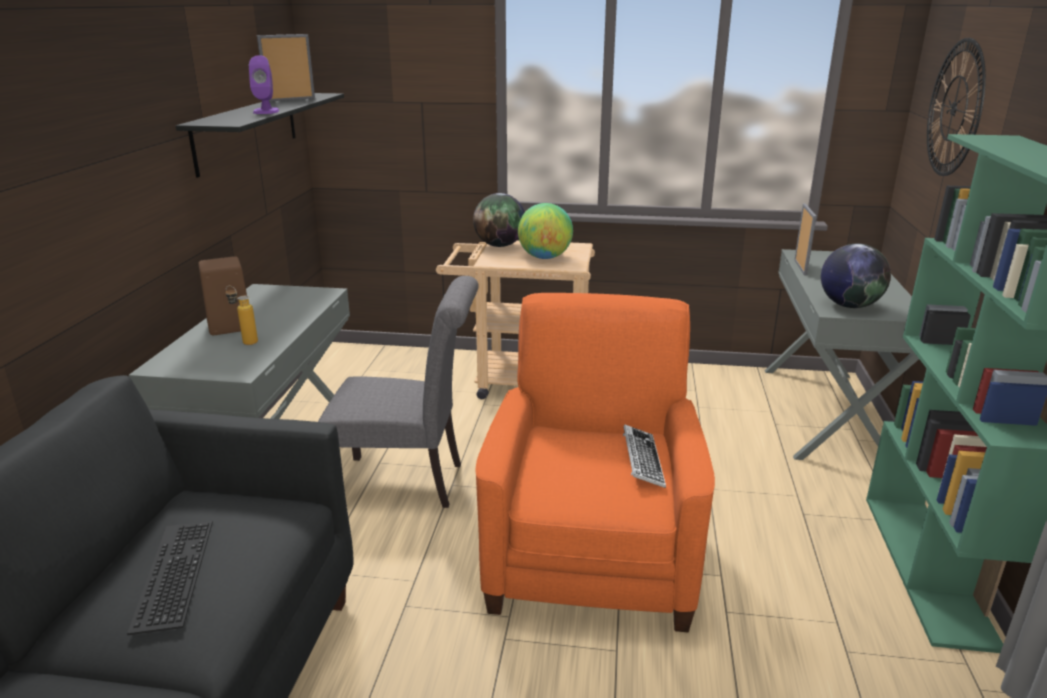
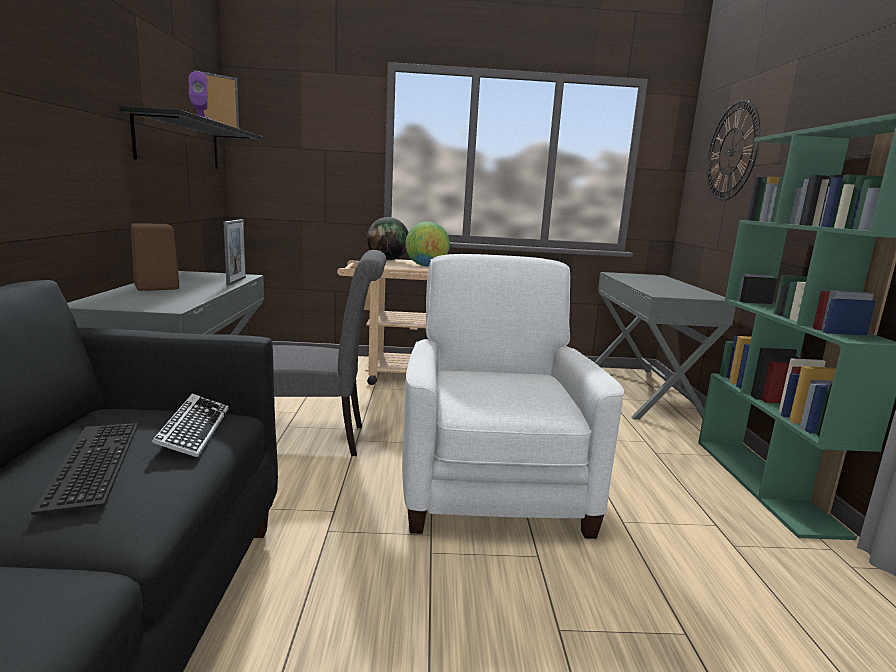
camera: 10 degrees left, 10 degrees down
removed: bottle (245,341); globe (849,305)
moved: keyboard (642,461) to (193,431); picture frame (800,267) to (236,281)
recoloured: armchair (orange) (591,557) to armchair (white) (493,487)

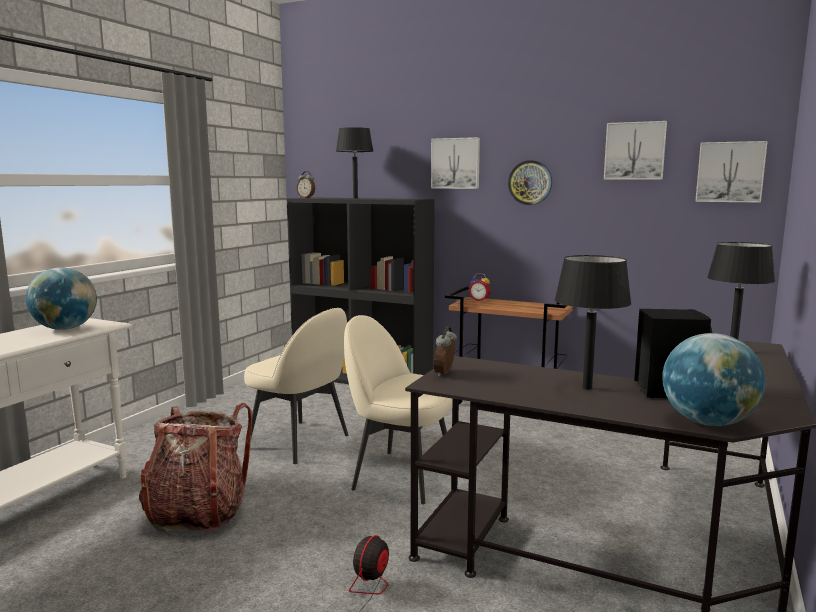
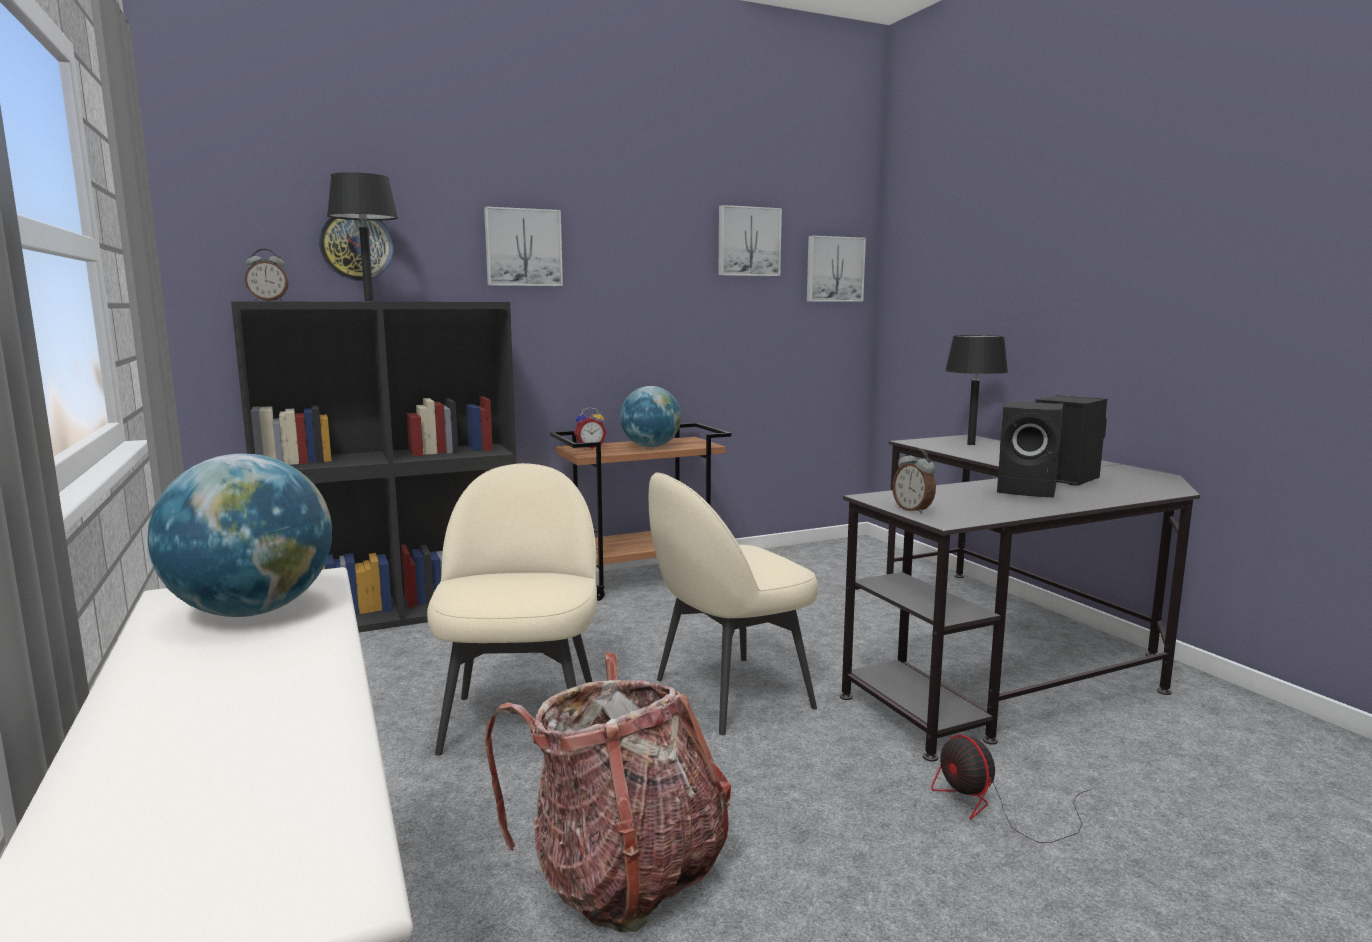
camera: 50 degrees left, 0 degrees up
moved: wall clock (530,182) to (356,245); globe (708,422) to (651,446)
replaced: table lamp (black) (587,388) to speaker (black) (1029,490)
turned: chair (beige) (300,442) = (522,720) 75 degrees counterclockwise

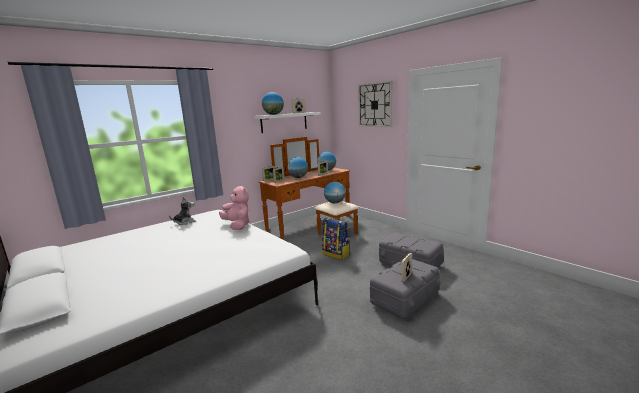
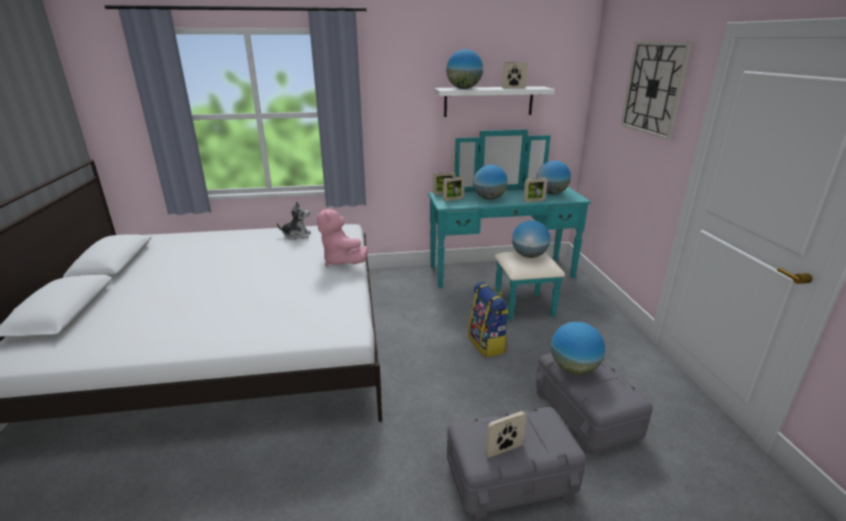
camera: 30 degrees right, 10 degrees up
added: globe (573,368)
recoloured: dresser (brown) (315,225) to dresser (turquoise) (506,279)
turned: plush toy (pink) (237,225) = (341,261) 150 degrees clockwise

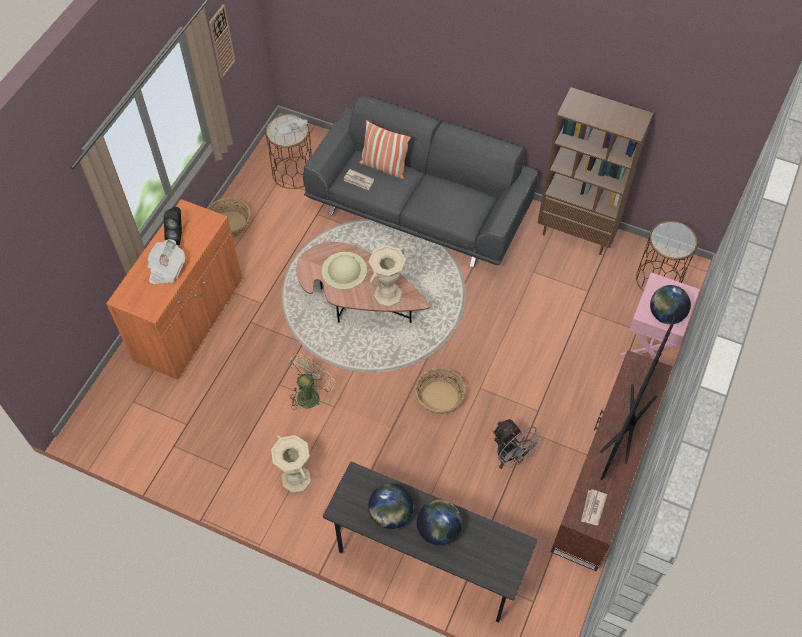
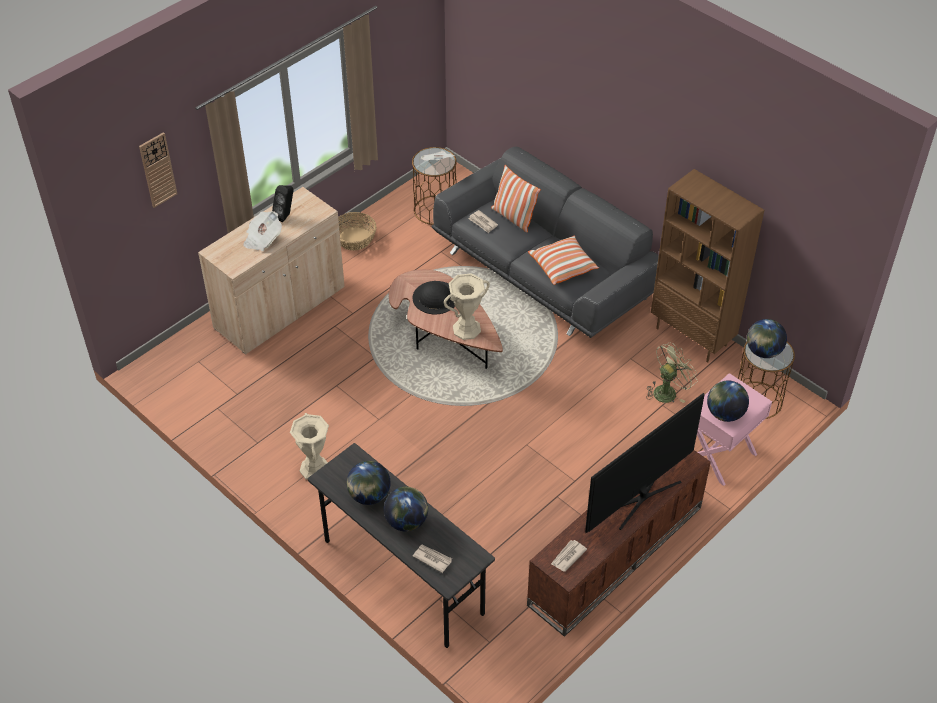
camera: 20 degrees right, 10 degrees down
removed: basket (439,398); fan (grey) (510,457)
added: newspaper (432,558); pillow (563,267); globe (763,351)
moved: wall clock (221,41) to (157,170); fan (green) (310,393) to (668,391)
recoloured: cabinet (orange) (189,320) to cabinet (beige) (280,308); hat (beige) (344,270) to hat (black) (435,297)

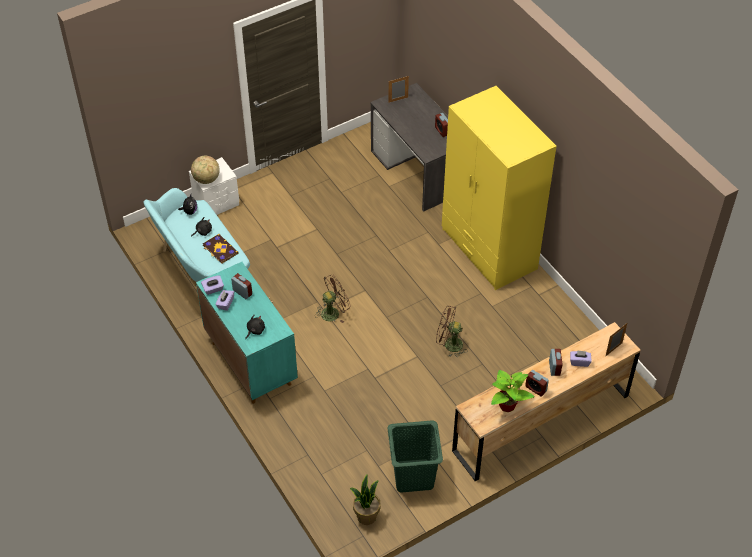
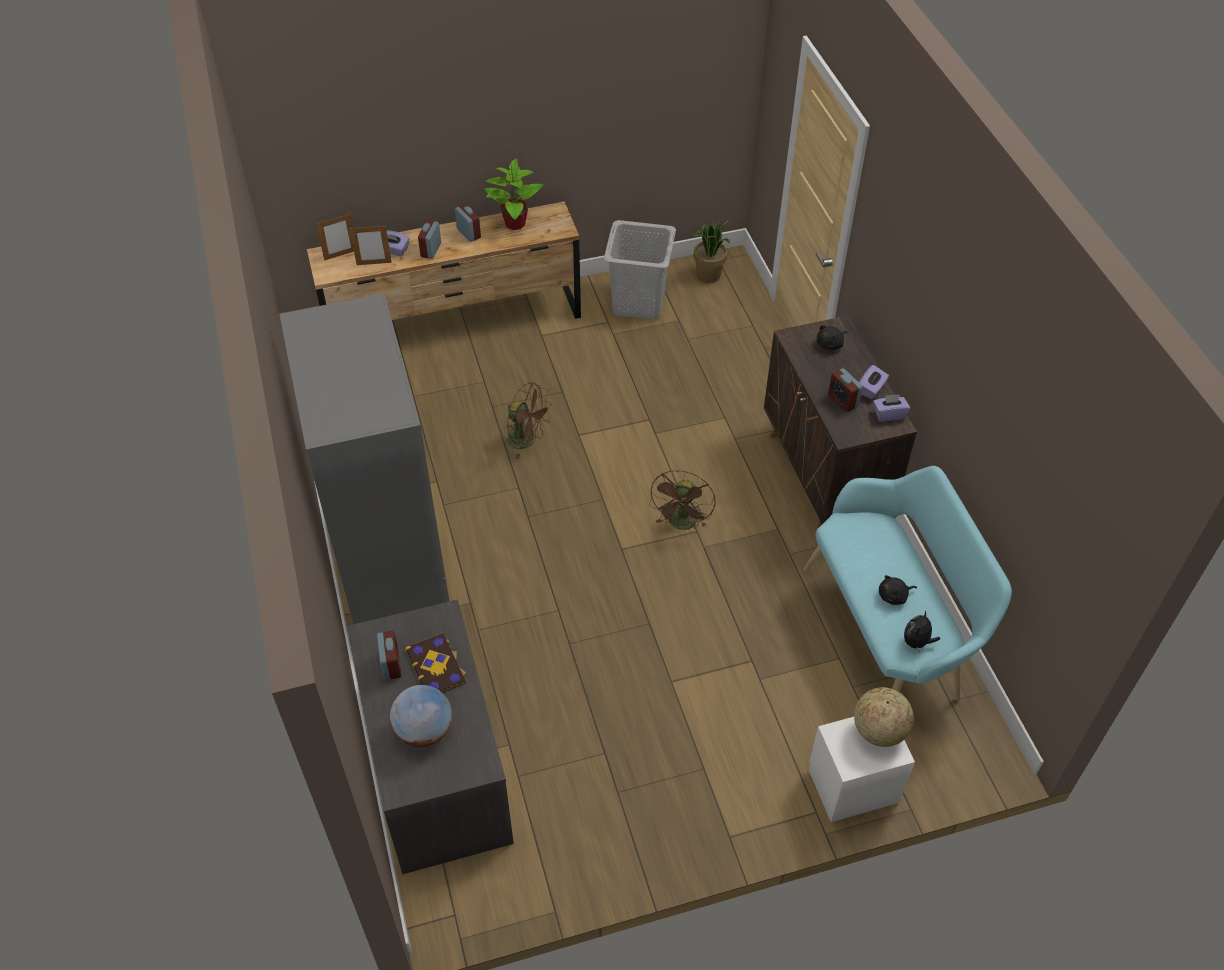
camera: 165 degrees left, 0 degrees up
added: globe (424,731)
moved: book (220,249) to (436,666); picture frame (398,100) to (374,263)
recoloured: cabinet (turquoise) (250,363) to cabinet (brown) (824,476); laundry basket (green) (413,475) to laundry basket (grey) (639,303); wardrobe (yellow) (488,249) to wardrobe (grey) (393,573)
turned: fan (brown) (333,312) = (682,524) 60 degrees counterclockwise

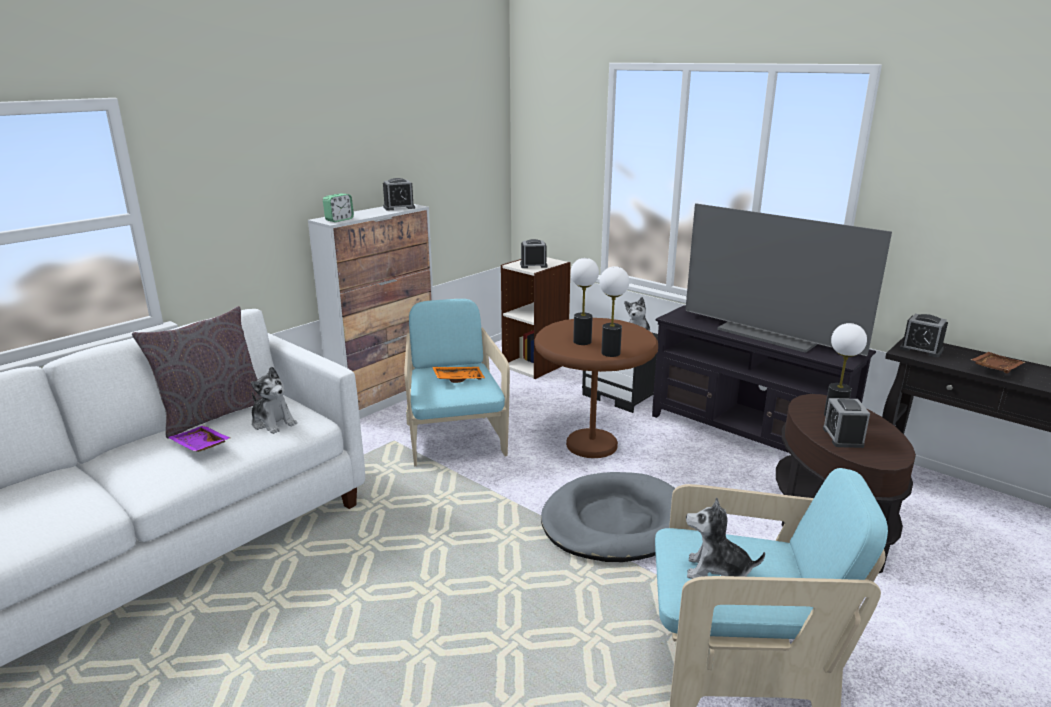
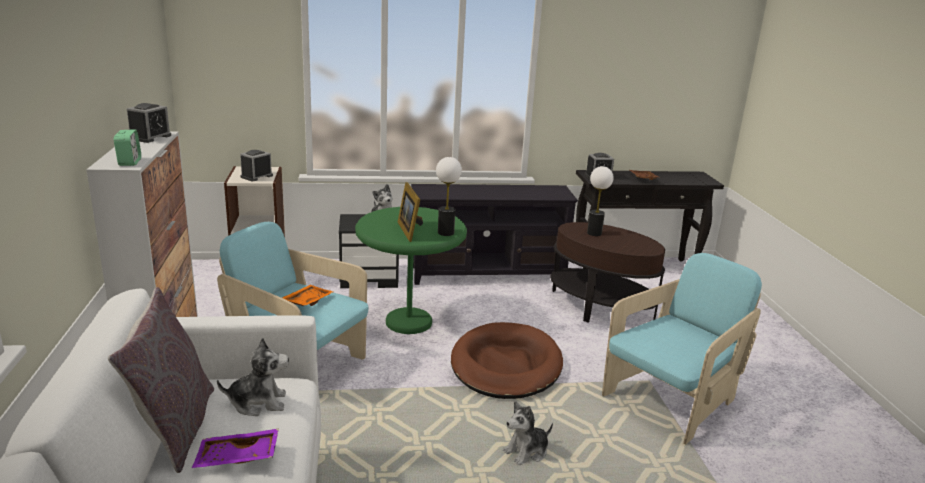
camera: 50 degrees left, 0 degrees up
removed: television (771,334); alarm clock (843,437)
moved: plush toy (717,572) to (527,452)
replaced: table lamp (582,342) to picture frame (410,231)
recoloured: side table (brown) (592,445) to side table (green) (409,322); dog bed (grey) (614,522) to dog bed (brown) (506,365)

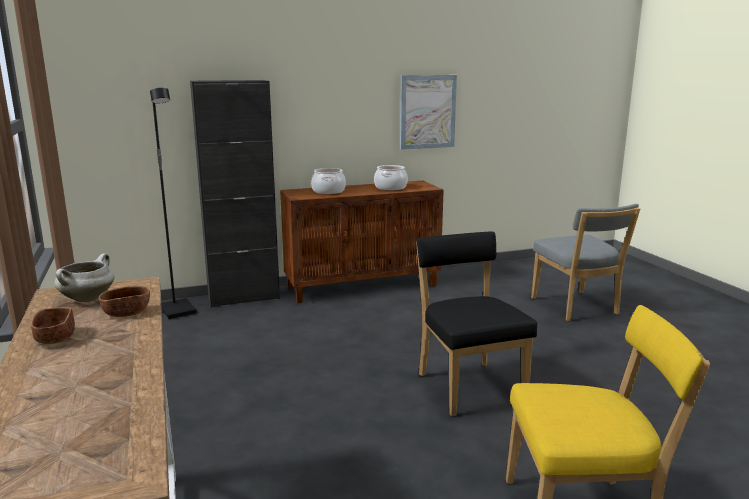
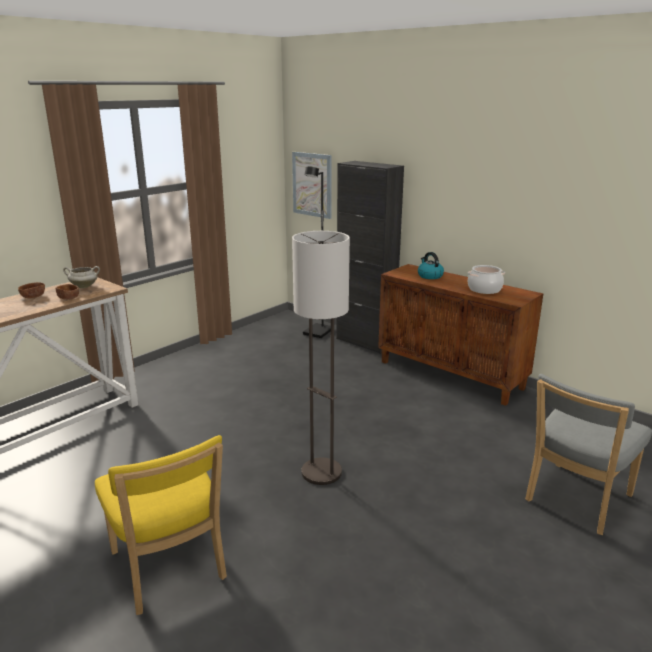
camera: 60 degrees right, 5 degrees up
moved: picture (427,112) to (312,184)
replaced: cooking pot (328,191) to kettle (429,276); chair (black) (468,385) to floor lamp (322,472)

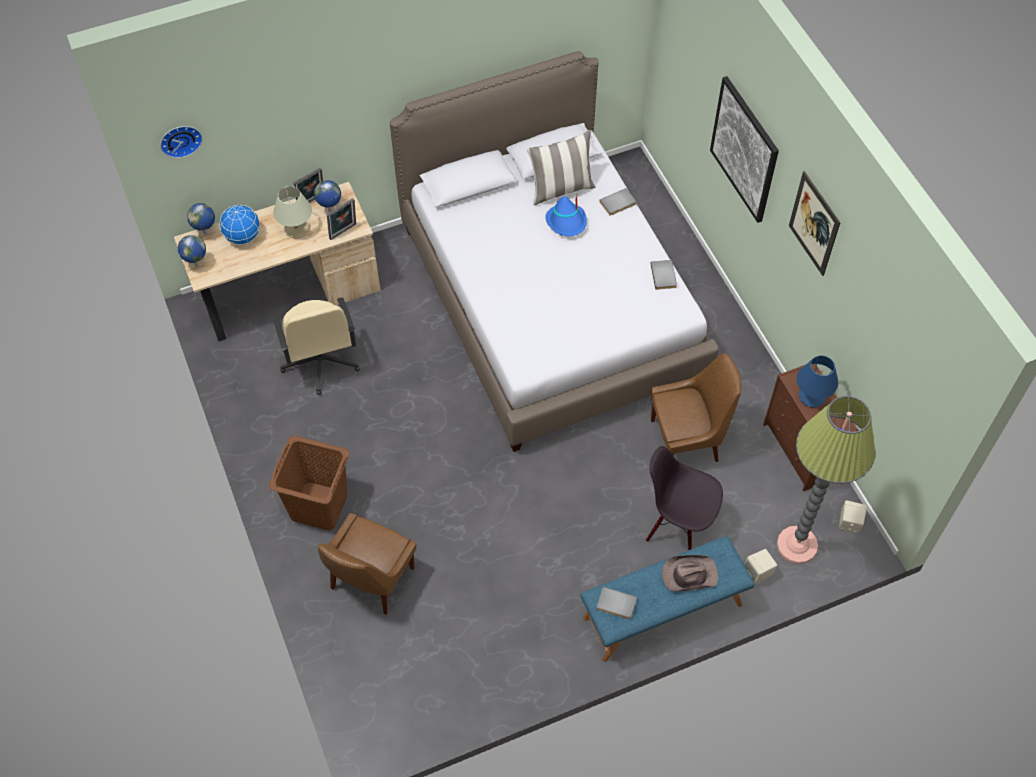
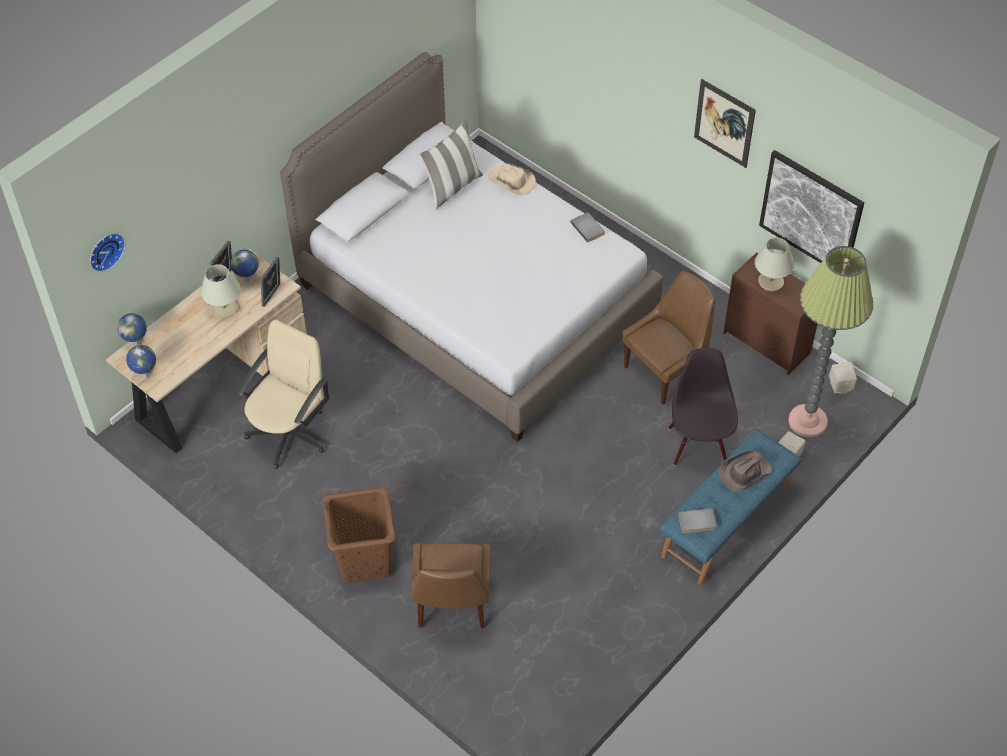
camera: 25 degrees left, 5 degrees down
removed: globe (242,237); hat (blue) (567,222)
moved: picture (744,149) to (811,213)
replaced: book (grey) (618,203) to hat (beige) (511,181)
recoloured: table lamp (blue) (811,396) to table lamp (beige) (770,282)
turned: office chair (beige) (320,362) = (289,434) 105 degrees counterclockwise; chair (black) (678,525) = (698,446) 90 degrees clockwise

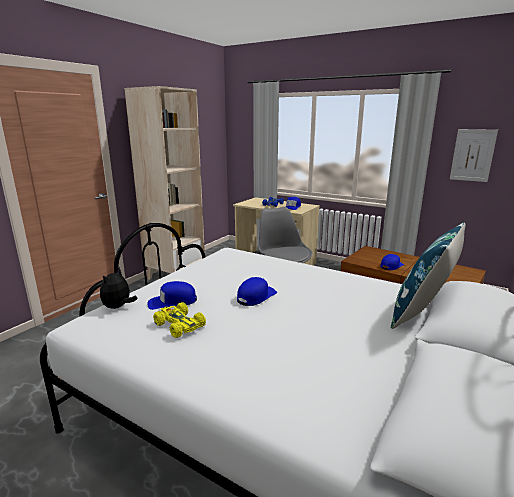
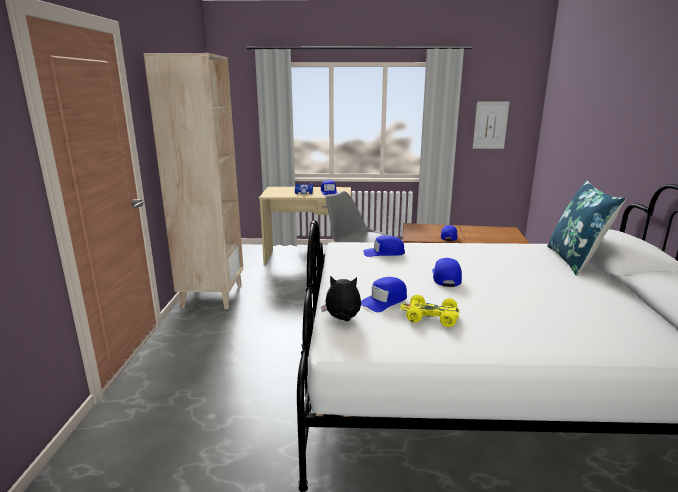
camera: 30 degrees left, 0 degrees up
added: cap (blue) (383,253)
turned: plush toy (118,307) = (342,319) 105 degrees clockwise

